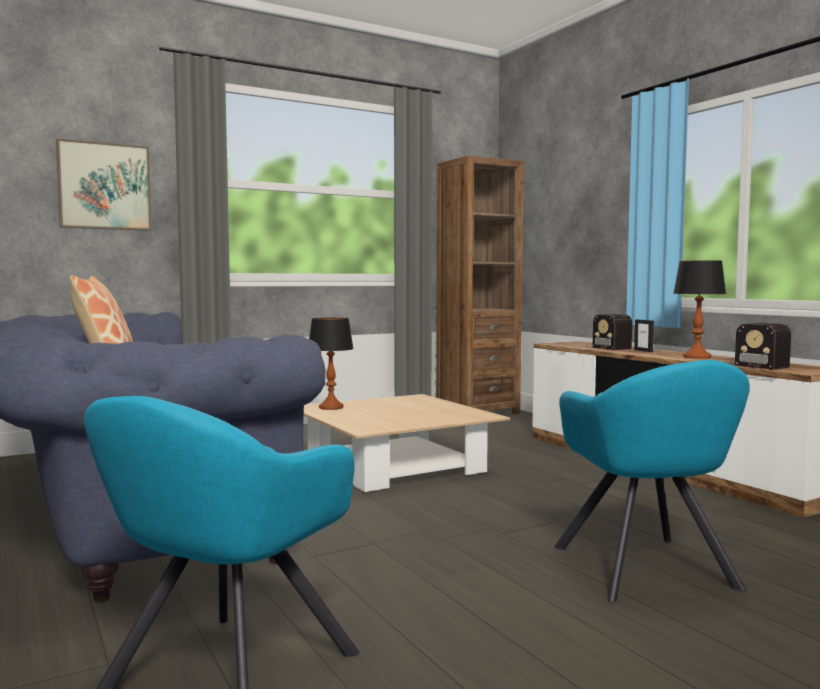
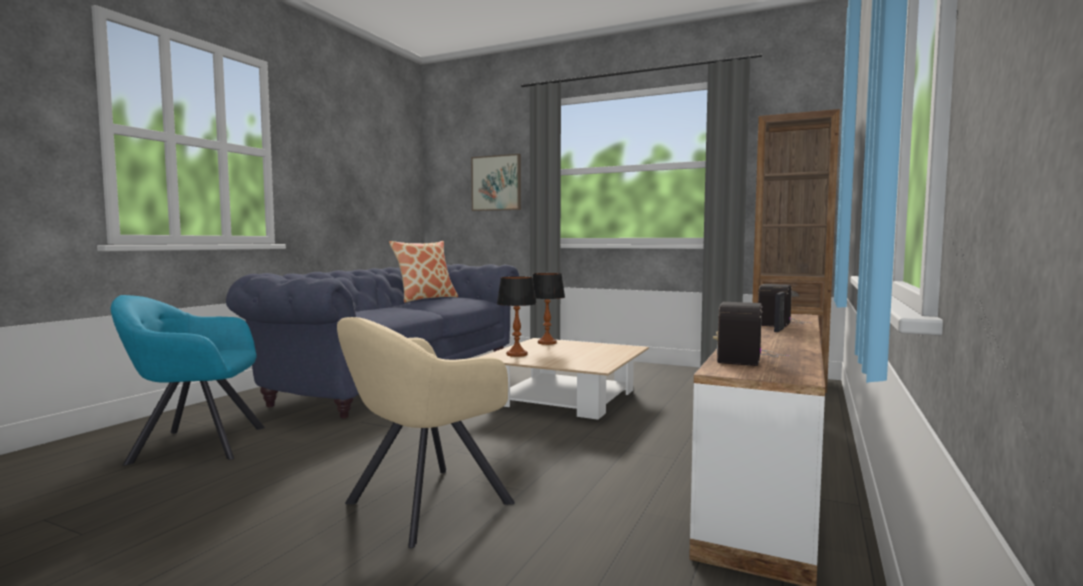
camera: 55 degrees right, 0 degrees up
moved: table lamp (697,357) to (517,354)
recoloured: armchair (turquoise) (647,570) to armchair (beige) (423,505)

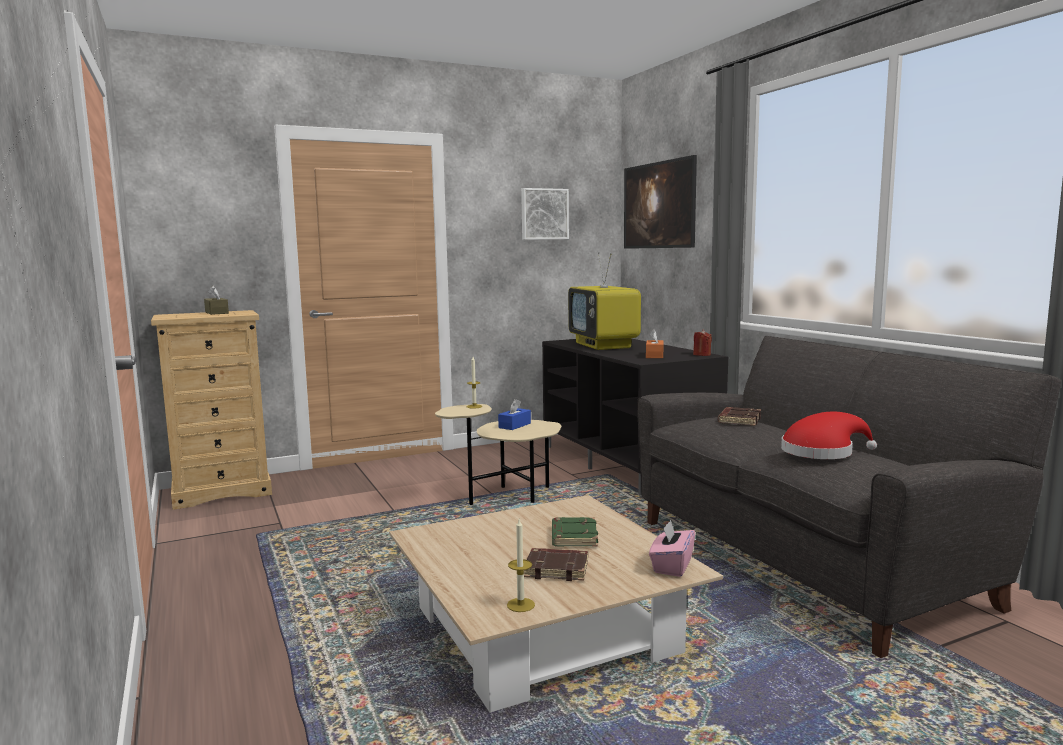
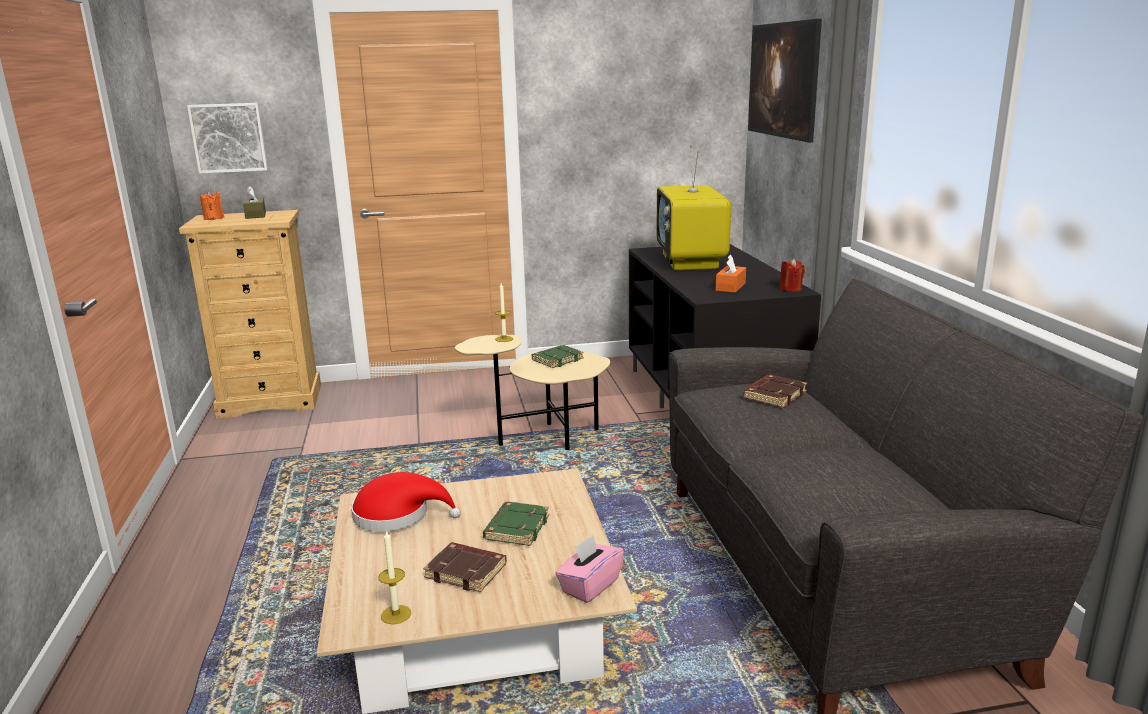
camera: 15 degrees right, 10 degrees up
added: candle (orange) (214,218)
moved: picture (544,214) to (229,137); hat (red) (822,452) to (397,515)
replaced: tissue box (blue) (514,425) to book (green) (557,360)

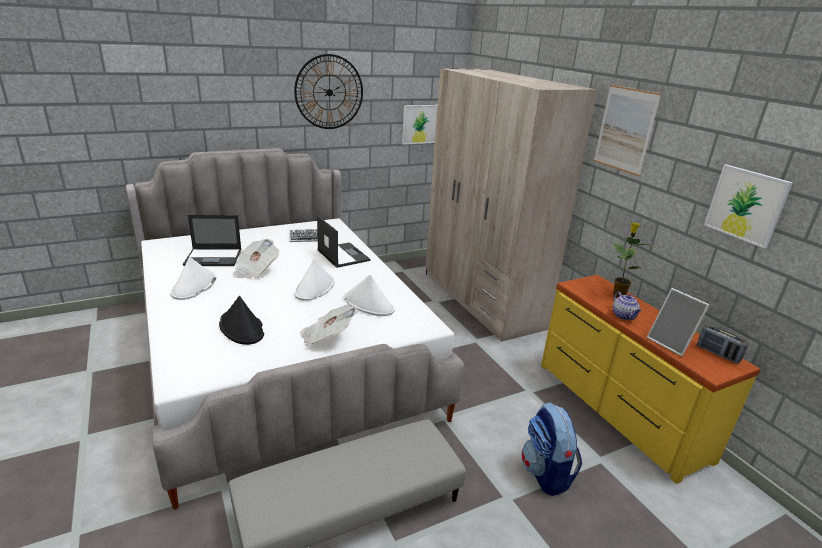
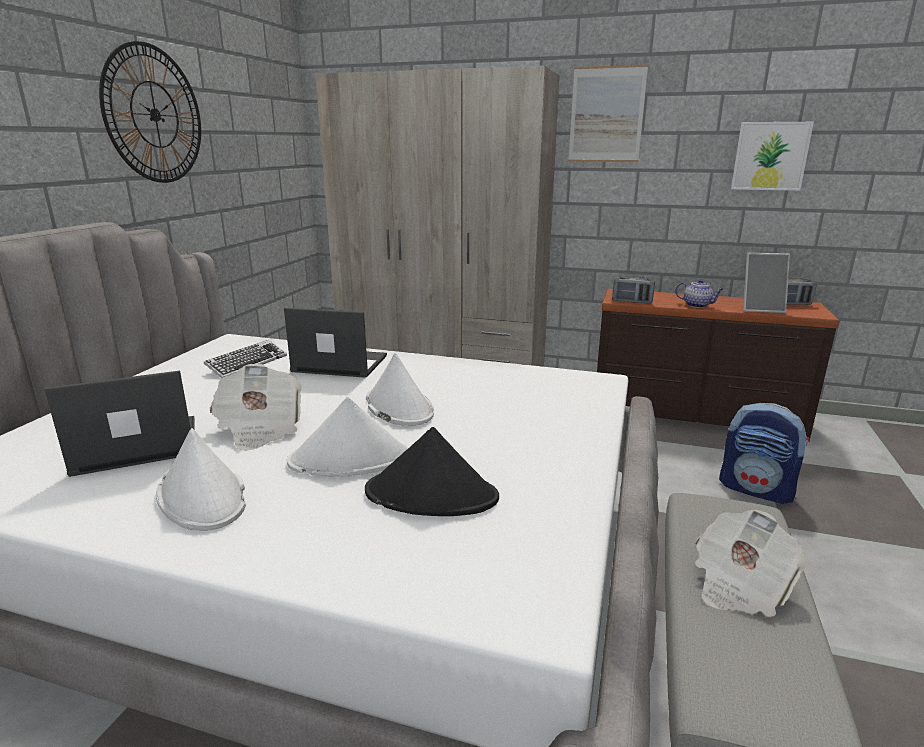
camera: 45 degrees left, 5 degrees down
removed: picture (419,124); potted plant (618,294)
added: radio (631,302)
moved: newspaper (327,337) to (739,584); hat (white) (369,304) to (350,459)
recoloured: dresser (yellow) (617,409) to dresser (brown) (694,414)
turned: laptop (214,257) = (135,446) 150 degrees counterclockwise

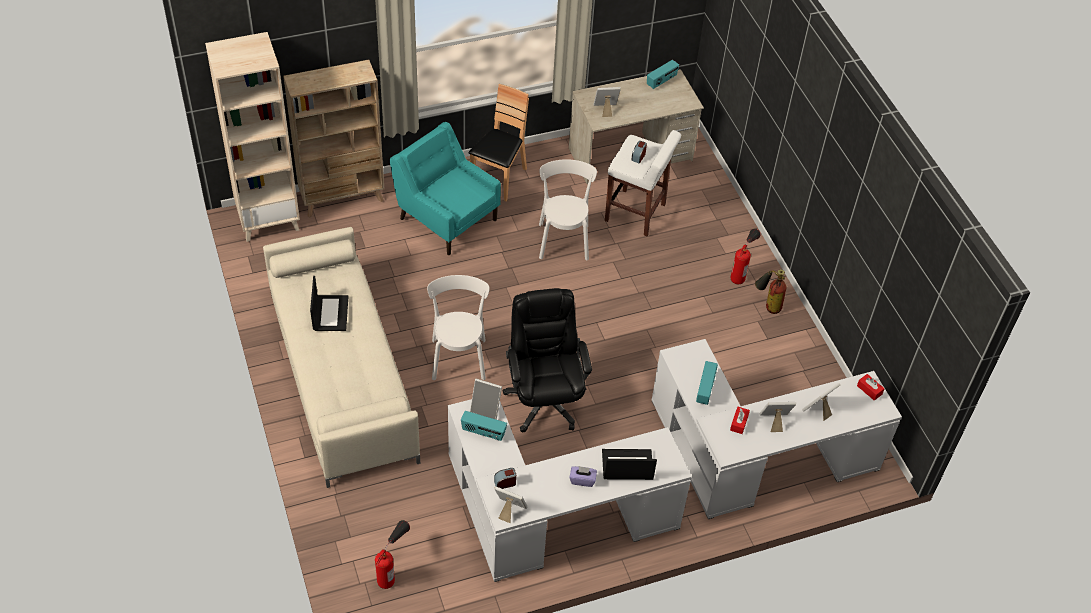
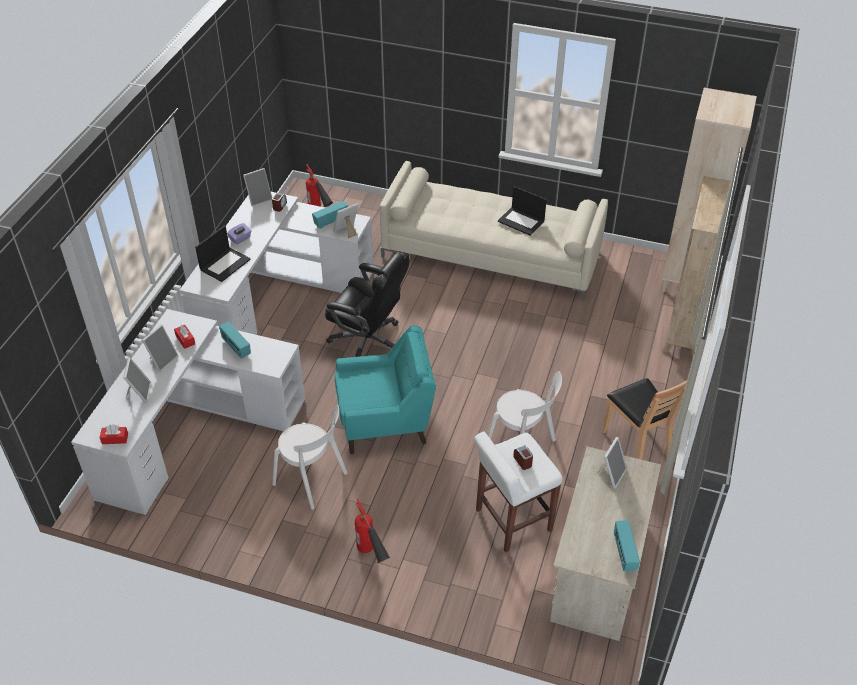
camera: 130 degrees right, 5 degrees down
removed: fire extinguisher (768,305)
moved: armchair (turquoise) (447,218) to (385,421); chair (white) (458,356) to (312,480)

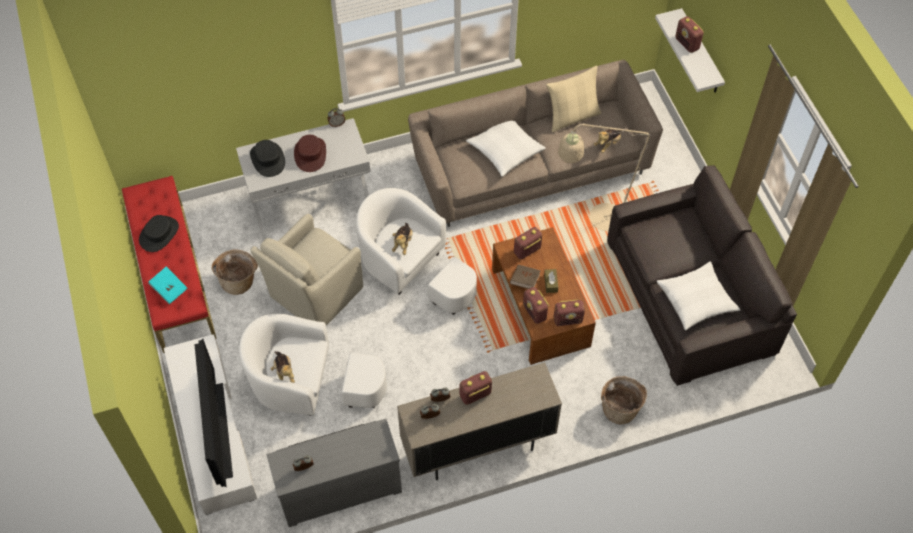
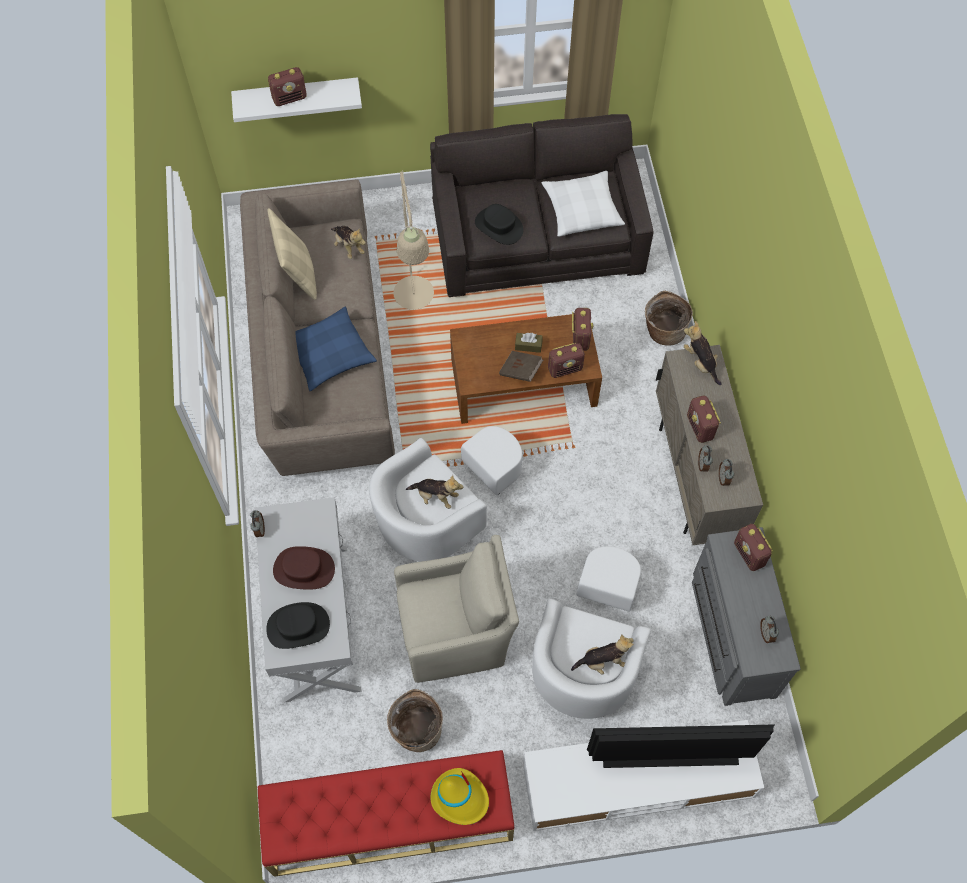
camera: 80 degrees left, 5 degrees up
added: plush toy (700,362)
moved: hat (black) (159,234) to (499,226); radio (527,251) to (749,554)
replaced: book (turquoise) (169,289) to hat (yellow) (460,798)
recoloured: pillow (white) (505,150) to pillow (blue) (329,354)
turned: armchair (beige) (314,294) = (456,633) 60 degrees counterclockwise

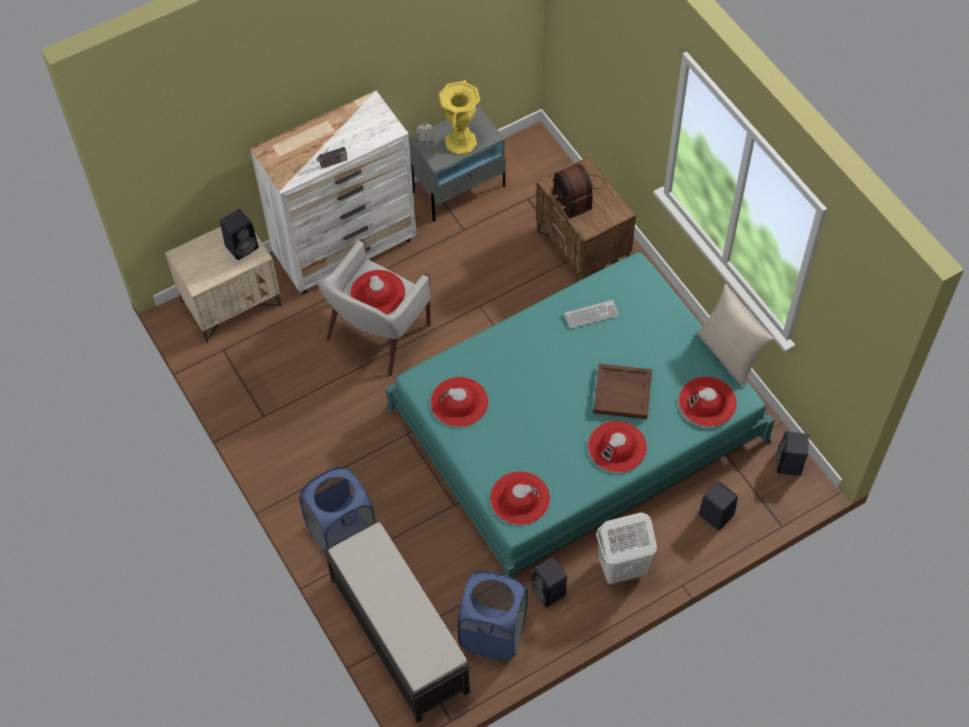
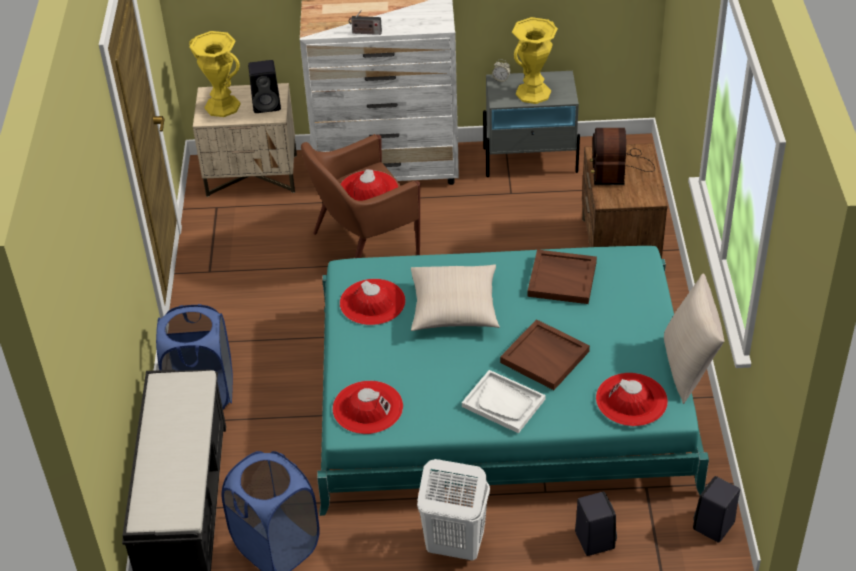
camera: 30 degrees right, 15 degrees down
removed: speaker (black) (549,592)
added: vase (yellow) (222,106); pillow (beige) (454,308)
replaced: keyboard (591,315) to tray (brown) (563,279); hat (red) (617,447) to tray (white) (503,403)
recoloured: armchair (white) (376,334) to armchair (brown) (363,245)

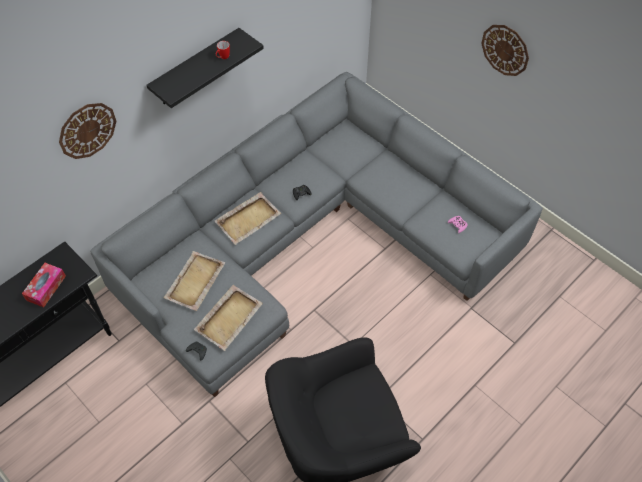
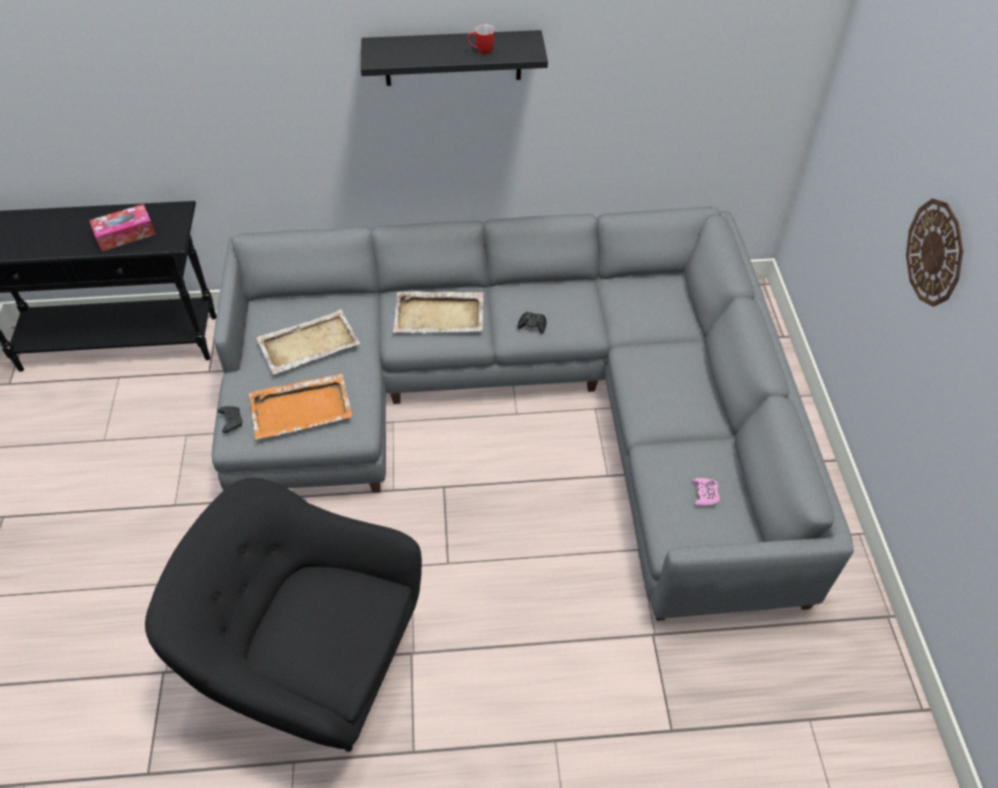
camera: 40 degrees right, 5 degrees down
removed: wall clock (87,130)
recoloured: tray (beige) (229,317) to tray (orange) (302,408)

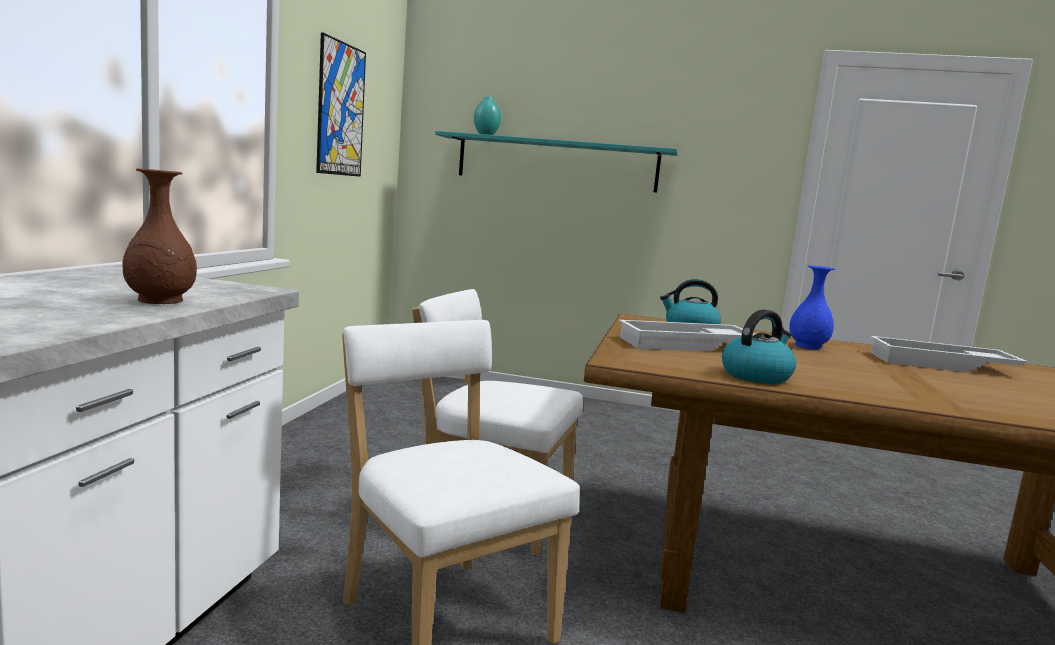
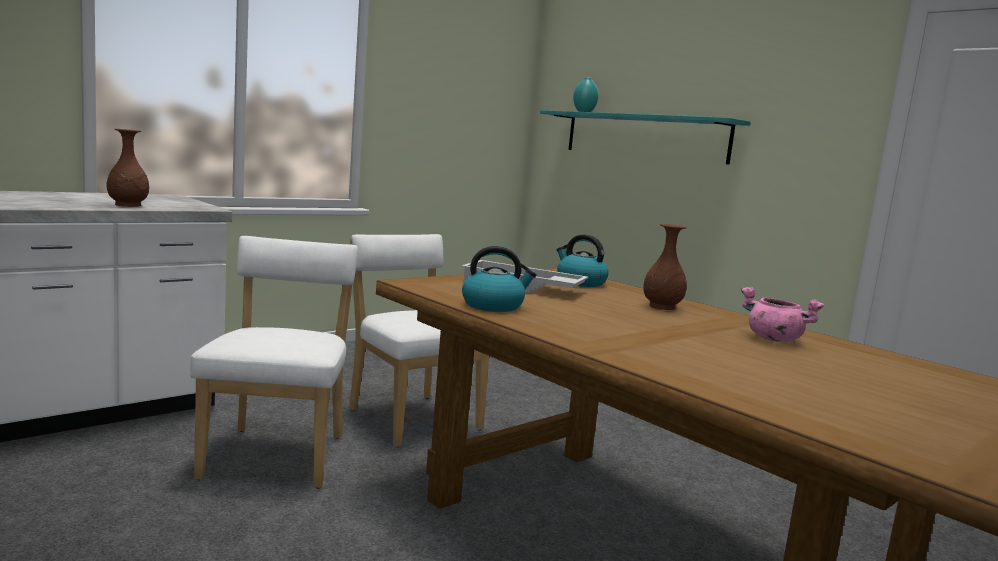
camera: 35 degrees right, 0 degrees up
removed: picture (341,110)
replaced: tray (white) (941,365) to cooking pot (pink) (773,339)
recoloured: vase (blue) (808,346) to vase (brown) (662,307)

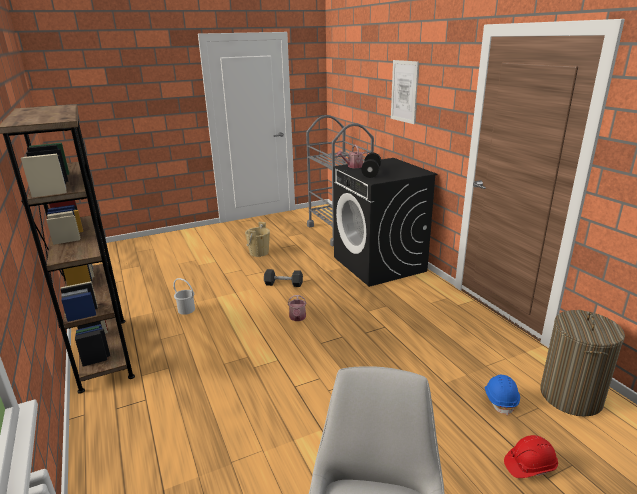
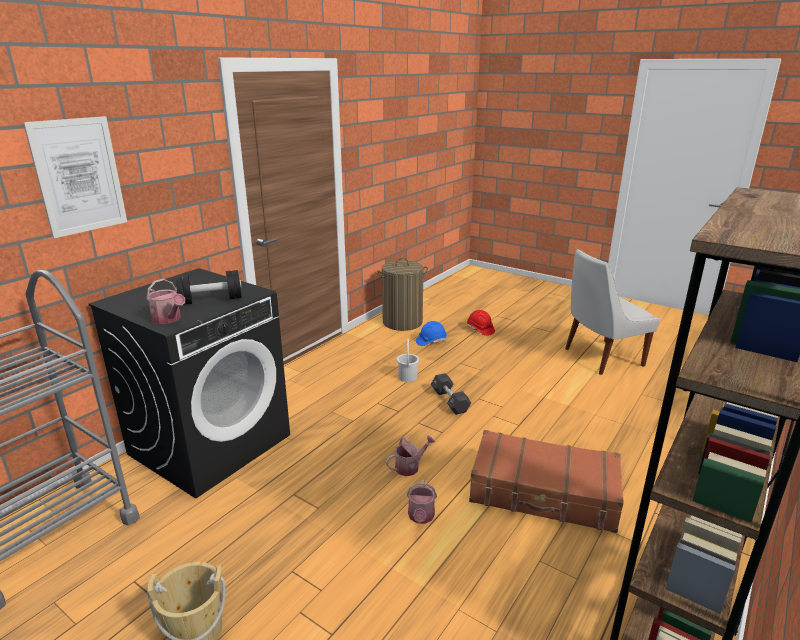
camera: 120 degrees left, 0 degrees up
added: watering can (421,517); suitcase (brown) (543,493)
moved: bucket (white) (186,310) to (408,377); dumbbell (black) (283,284) to (450,401)

